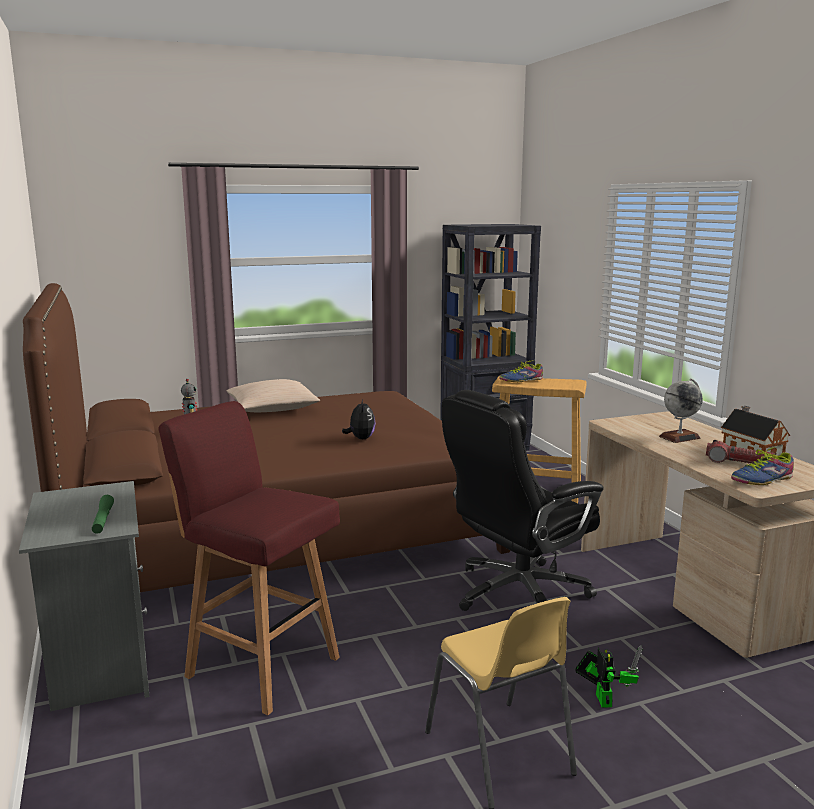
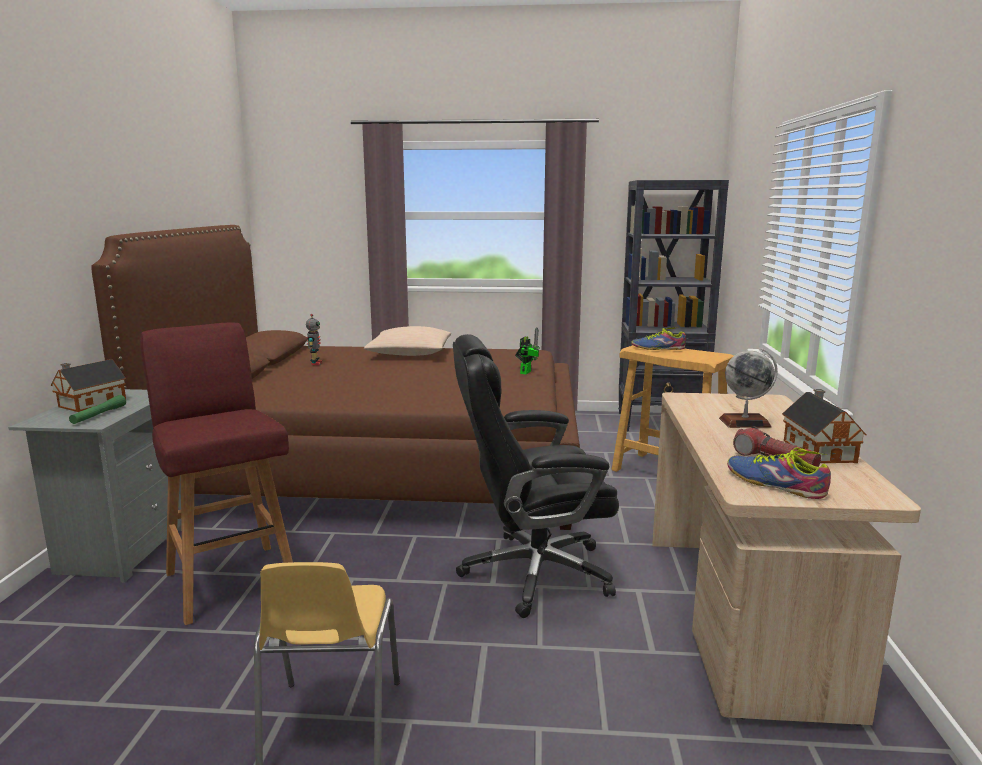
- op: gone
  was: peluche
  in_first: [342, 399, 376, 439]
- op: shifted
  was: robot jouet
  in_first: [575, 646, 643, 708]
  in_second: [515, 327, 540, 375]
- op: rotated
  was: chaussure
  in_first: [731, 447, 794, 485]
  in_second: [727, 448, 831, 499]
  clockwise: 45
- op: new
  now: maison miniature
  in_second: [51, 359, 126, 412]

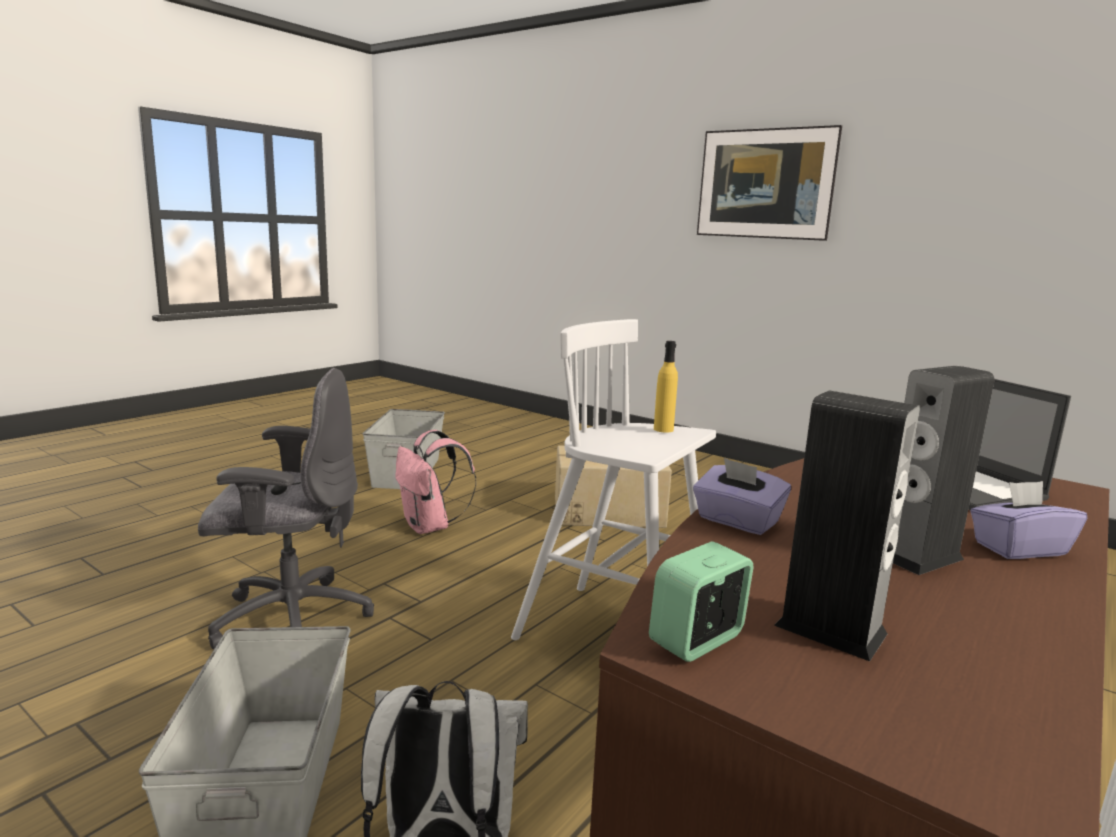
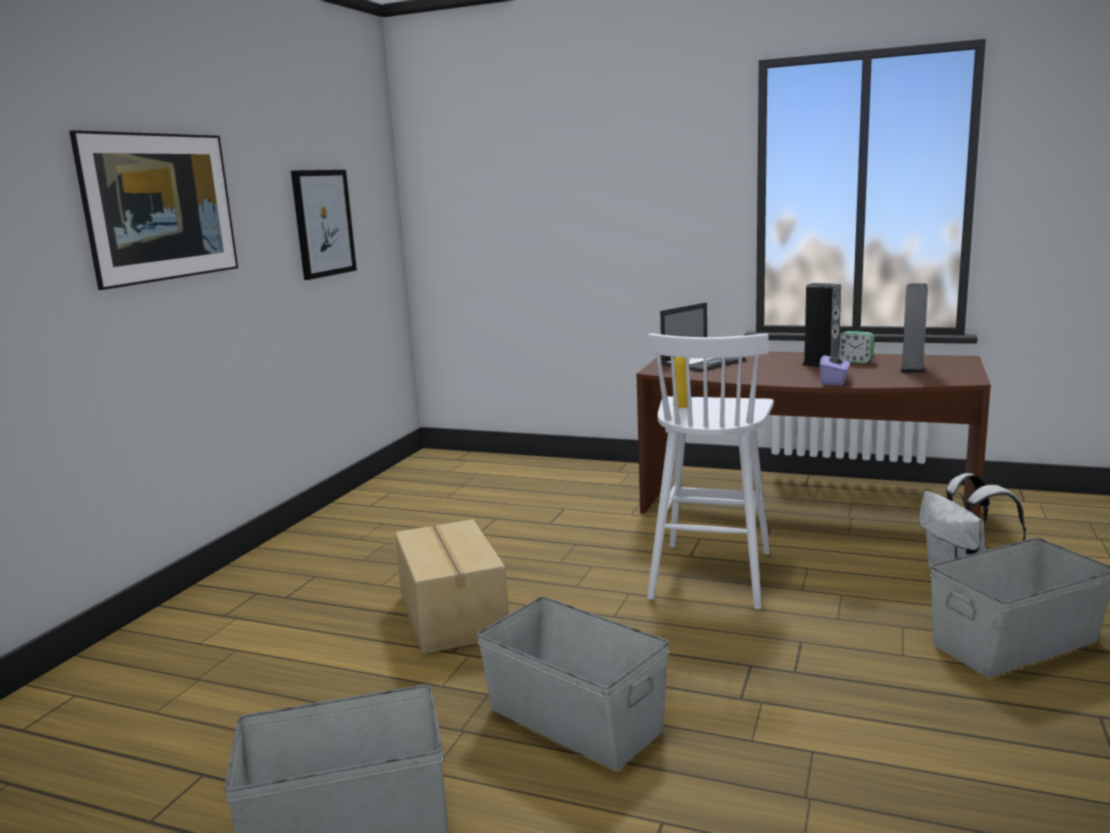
- op: gone
  was: chaise de bureau (gris)
  in_first: [198, 368, 374, 649]
- op: swapped
  was: sac à dos (rose)
  now: boîte de rangement (gris)
  in_first: [395, 430, 476, 534]
  in_second: [477, 597, 669, 770]
- op: shifted
  was: réveil
  in_first: [649, 542, 753, 662]
  in_second: [839, 331, 875, 363]
- op: gone
  was: boîte à mouchoirs (violet)
  in_first: [970, 481, 1087, 559]
- op: new
  now: tableau
  in_second: [291, 170, 357, 280]

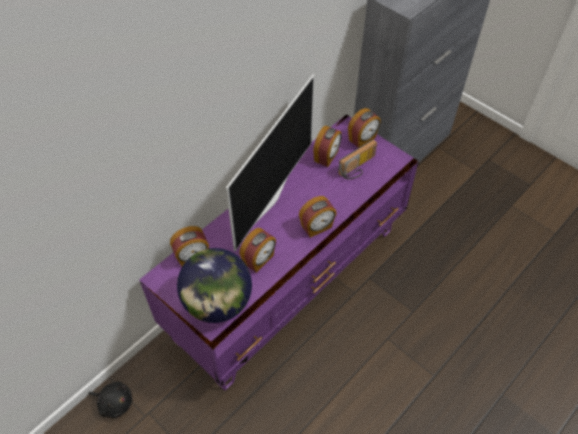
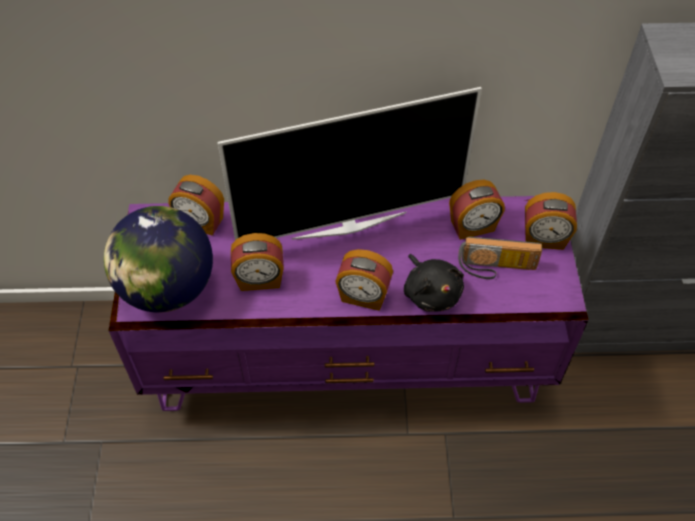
- op: shifted
  was: peluche (noir)
  in_first: [88, 381, 132, 418]
  in_second: [404, 254, 464, 312]

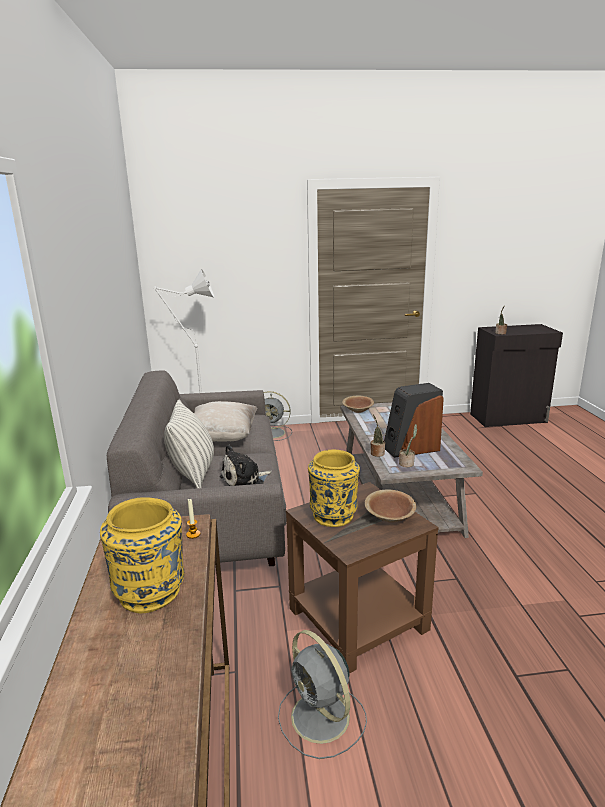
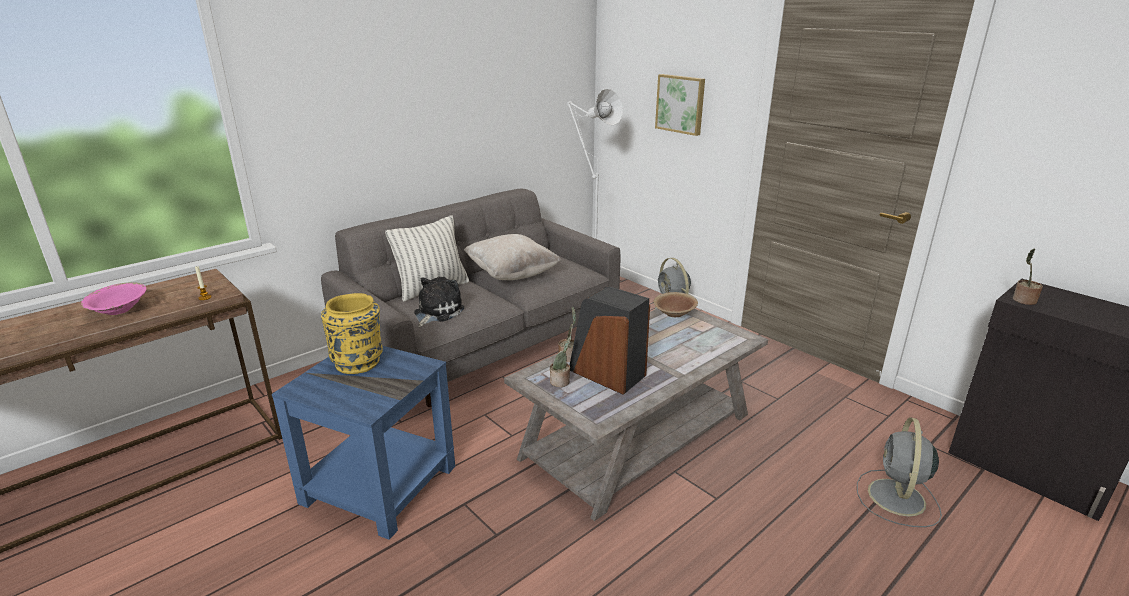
- op: swapped
  was: vase (jaune)
  now: bol (rose)
  in_first: [100, 497, 184, 613]
  in_second: [81, 282, 146, 315]
- op: rotated
  was: peluche
  in_first: [220, 444, 272, 486]
  in_second: [414, 277, 464, 327]
  clockwise: 90
- op: shifted
  was: ventilateur (gris)
  in_first: [278, 630, 367, 759]
  in_second: [857, 417, 942, 527]
- op: repainted
  was: table d'appoint (marron)
  now: table d'appoint (bleu)
  in_first: [286, 482, 439, 673]
  in_second: [272, 346, 455, 540]
- op: gone
  was: bol (marron)
  in_first: [365, 489, 416, 523]
- op: new
  now: tableau
  in_second: [655, 74, 705, 136]

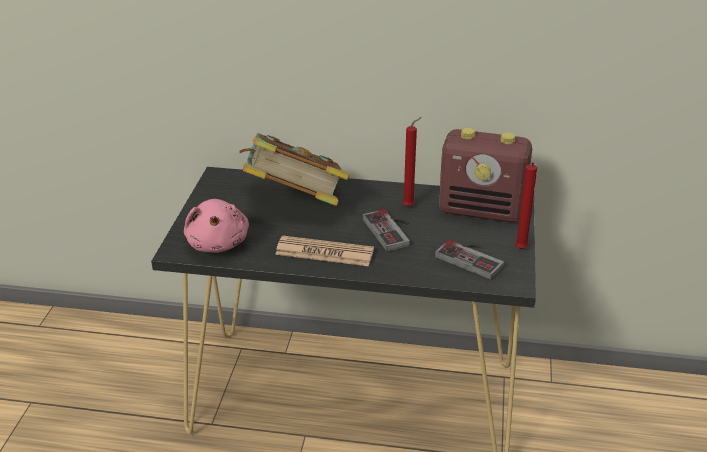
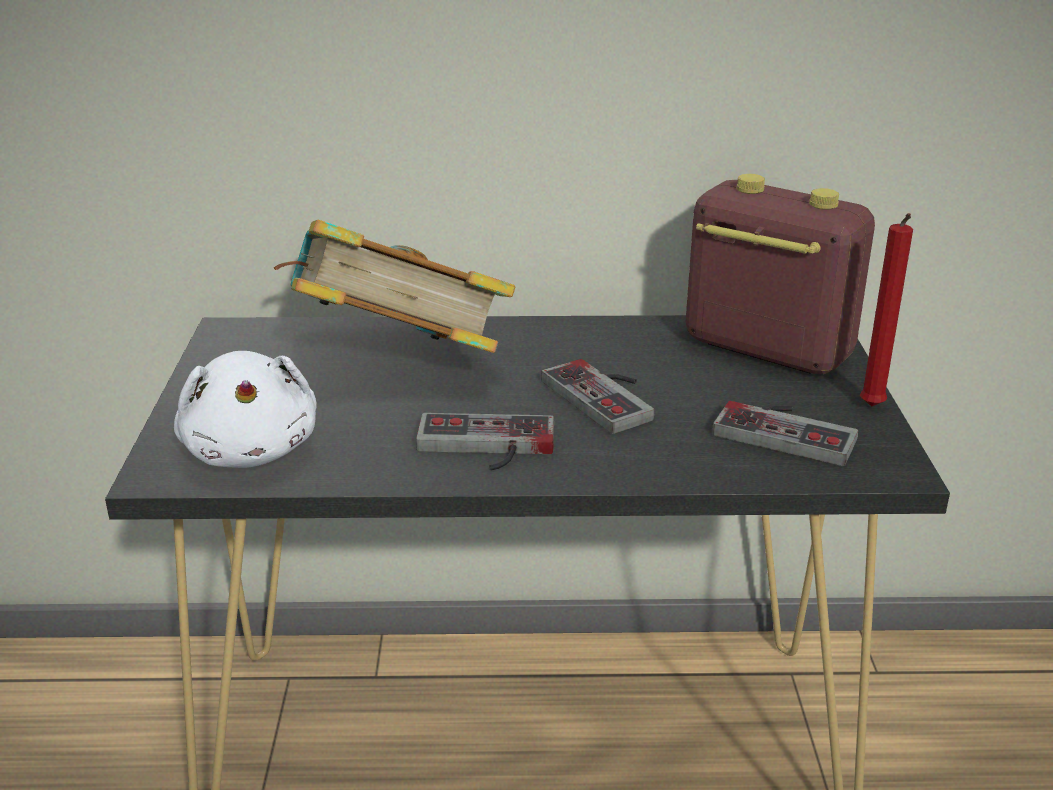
- op: repainted
  was: peluche (rose)
  now: peluche (blanc)
  in_first: [184, 199, 249, 253]
  in_second: [174, 351, 317, 468]
- op: swapped
  was: journal
  now: manette
  in_first: [275, 236, 374, 266]
  in_second: [416, 413, 554, 470]
- op: gone
  was: bougie (rouge)
  in_first: [403, 117, 422, 207]
- op: rotated
  was: radio
  in_first: [439, 128, 532, 223]
  in_second: [686, 174, 875, 375]
  clockwise: -150

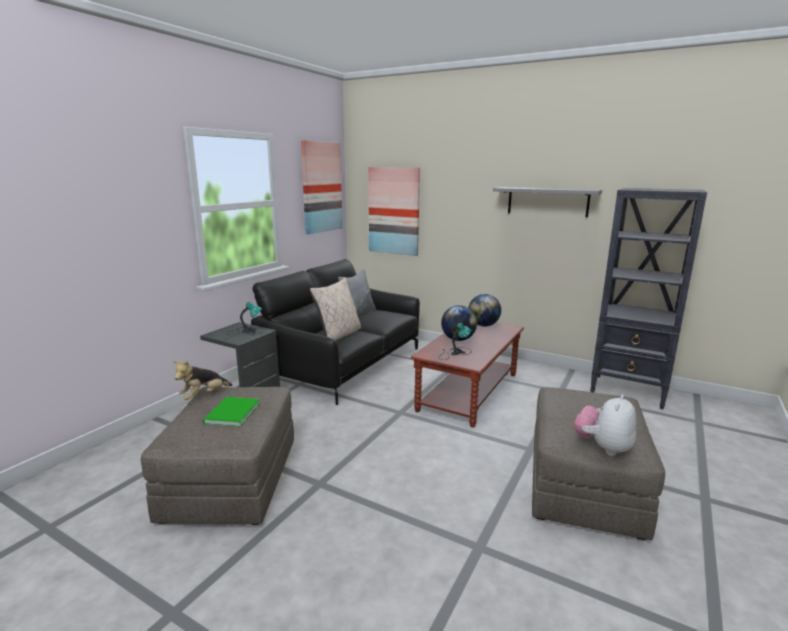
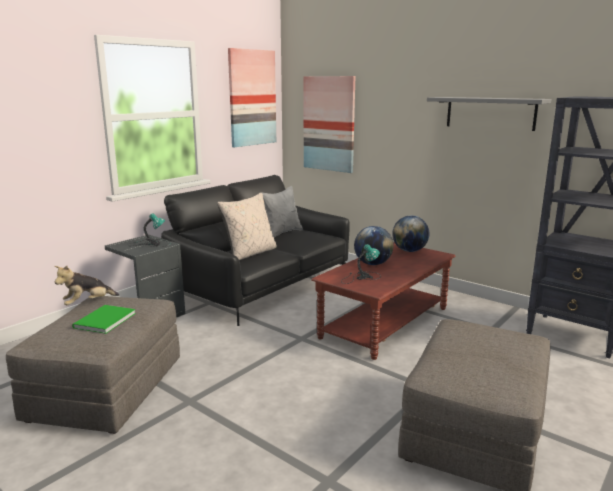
- op: gone
  was: peluche
  in_first: [574, 394, 636, 456]

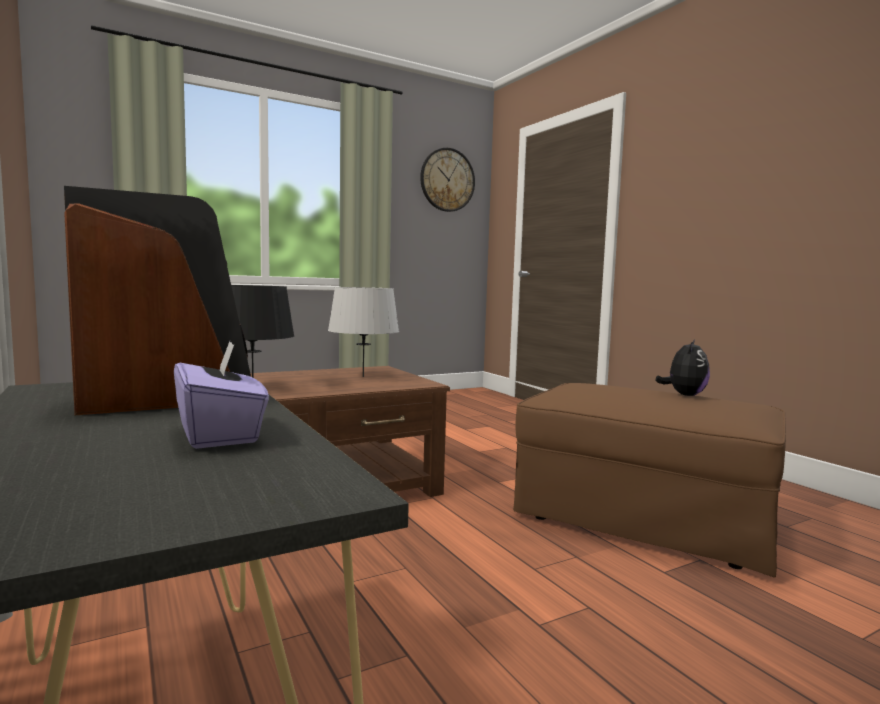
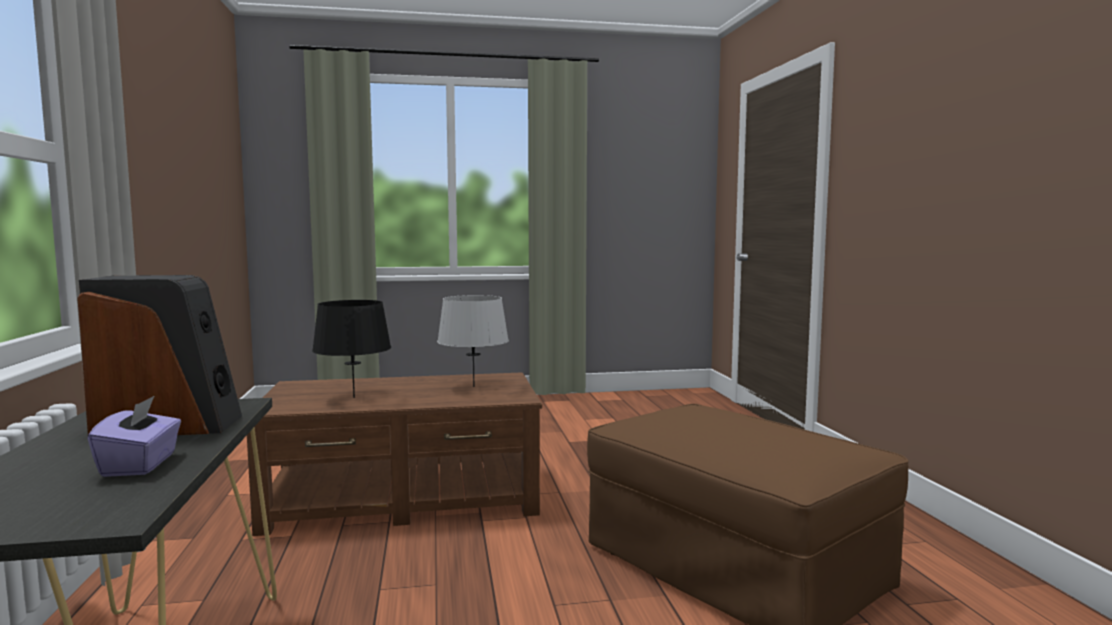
- op: gone
  was: horloge murale
  in_first: [420, 148, 475, 212]
- op: gone
  was: peluche
  in_first: [655, 339, 710, 396]

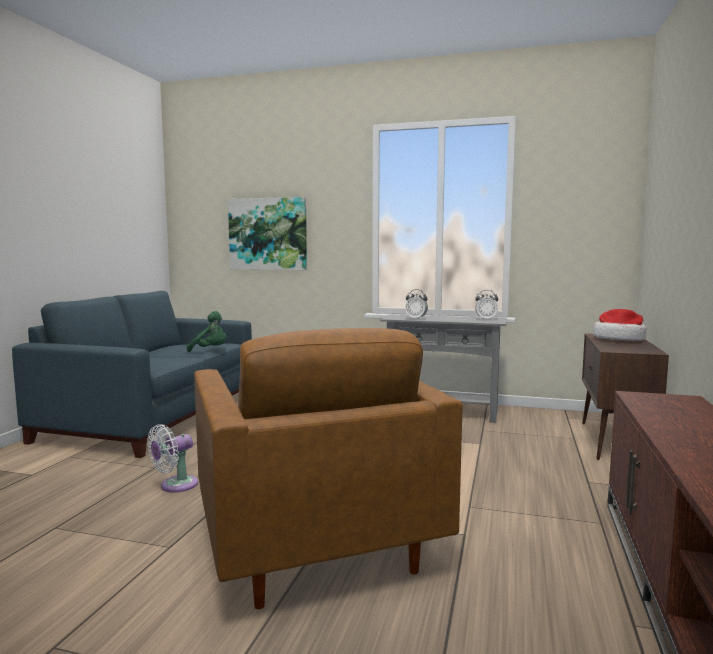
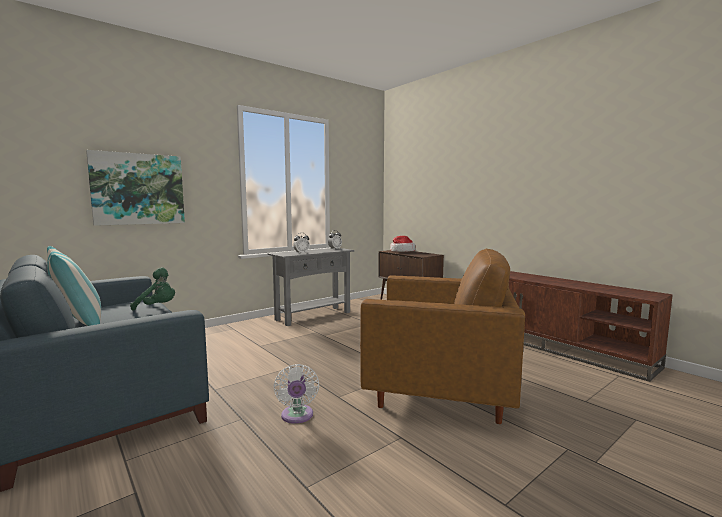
- op: rotated
  was: peluche (vert)
  in_first: [187, 311, 227, 352]
  in_second: [130, 267, 175, 311]
  clockwise: 45
- op: new
  now: coussin
  in_second: [47, 246, 101, 326]

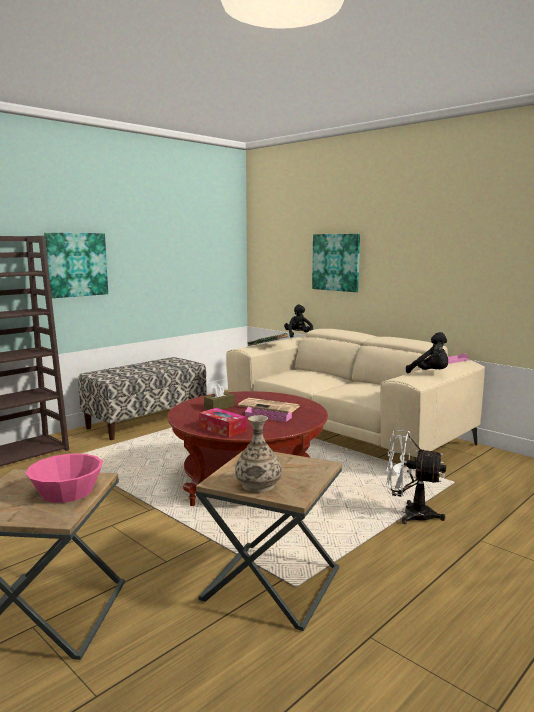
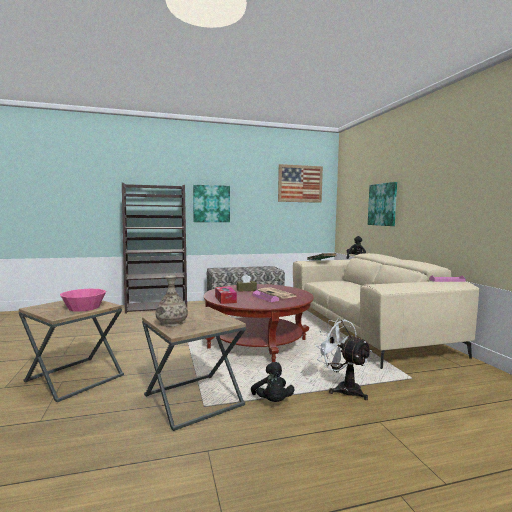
- op: shifted
  was: peluche (noir)
  in_first: [406, 332, 448, 373]
  in_second: [251, 362, 295, 402]
- op: new
  now: tableau
  in_second: [278, 164, 323, 203]

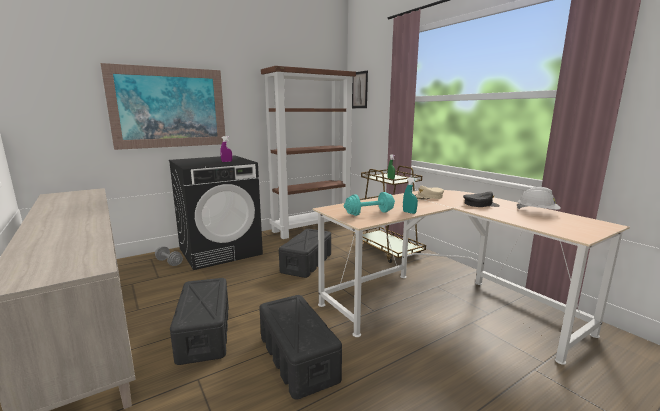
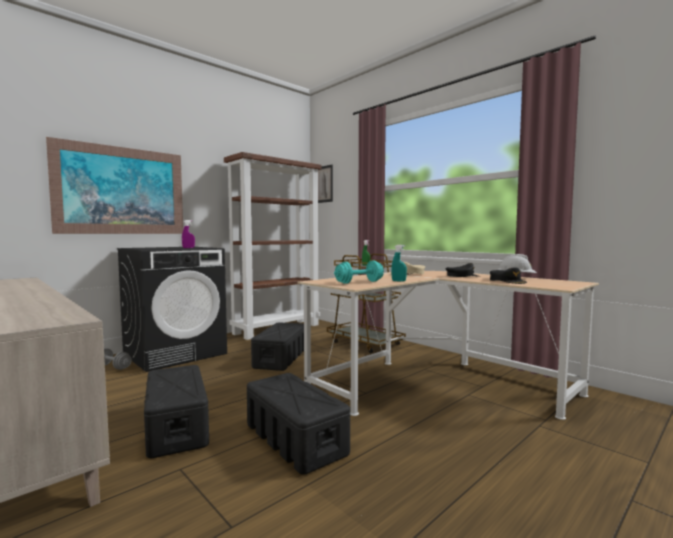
- op: new
  now: casquette (noir)
  in_second: [490, 267, 527, 284]

